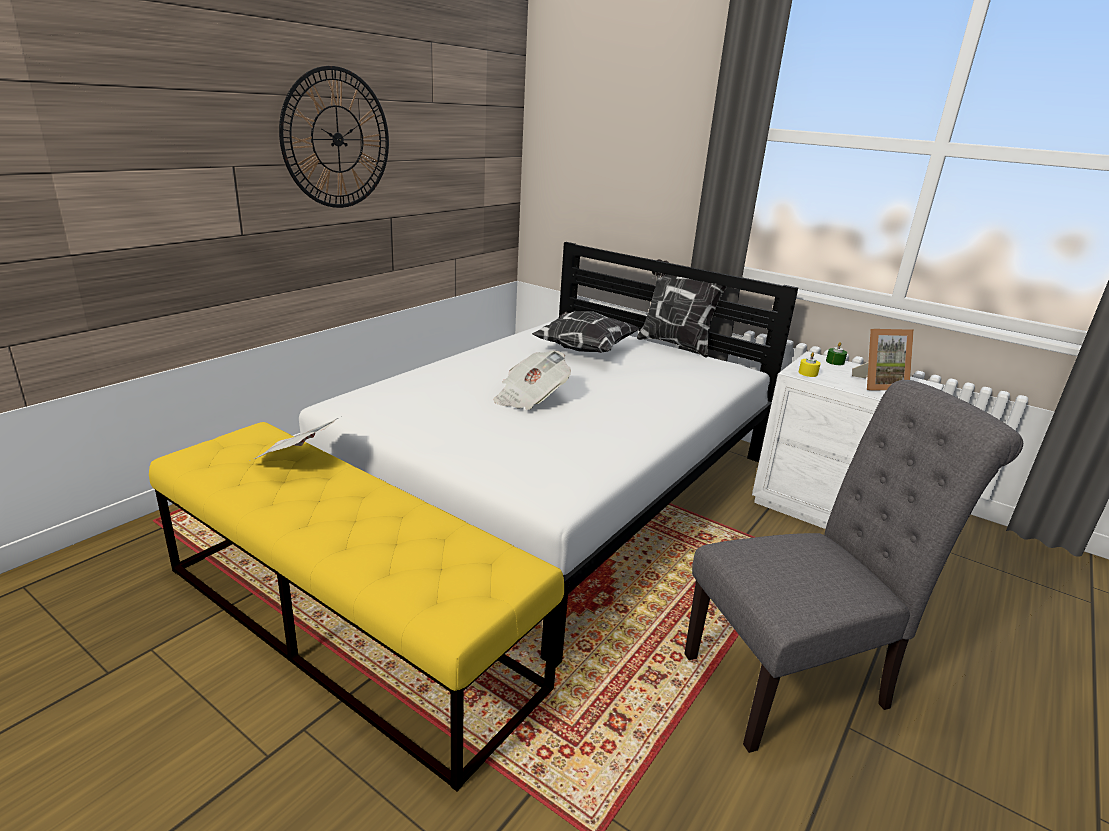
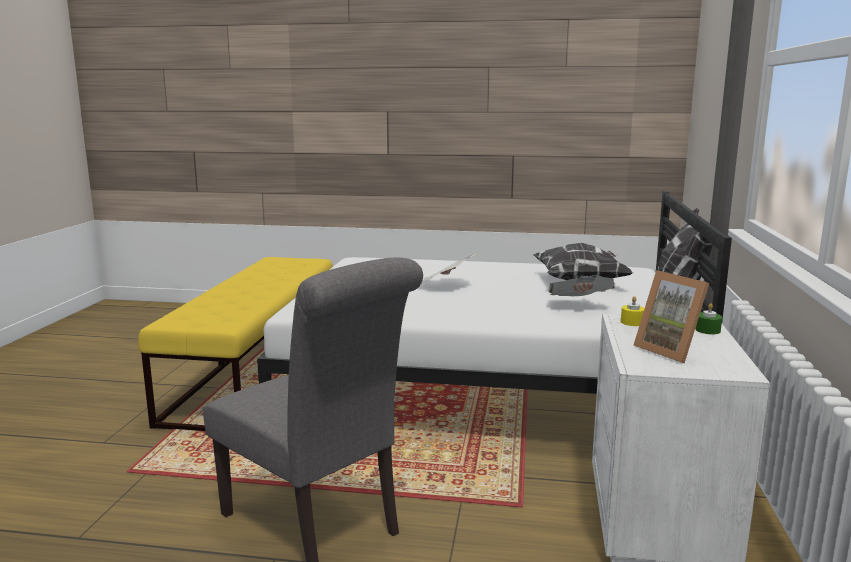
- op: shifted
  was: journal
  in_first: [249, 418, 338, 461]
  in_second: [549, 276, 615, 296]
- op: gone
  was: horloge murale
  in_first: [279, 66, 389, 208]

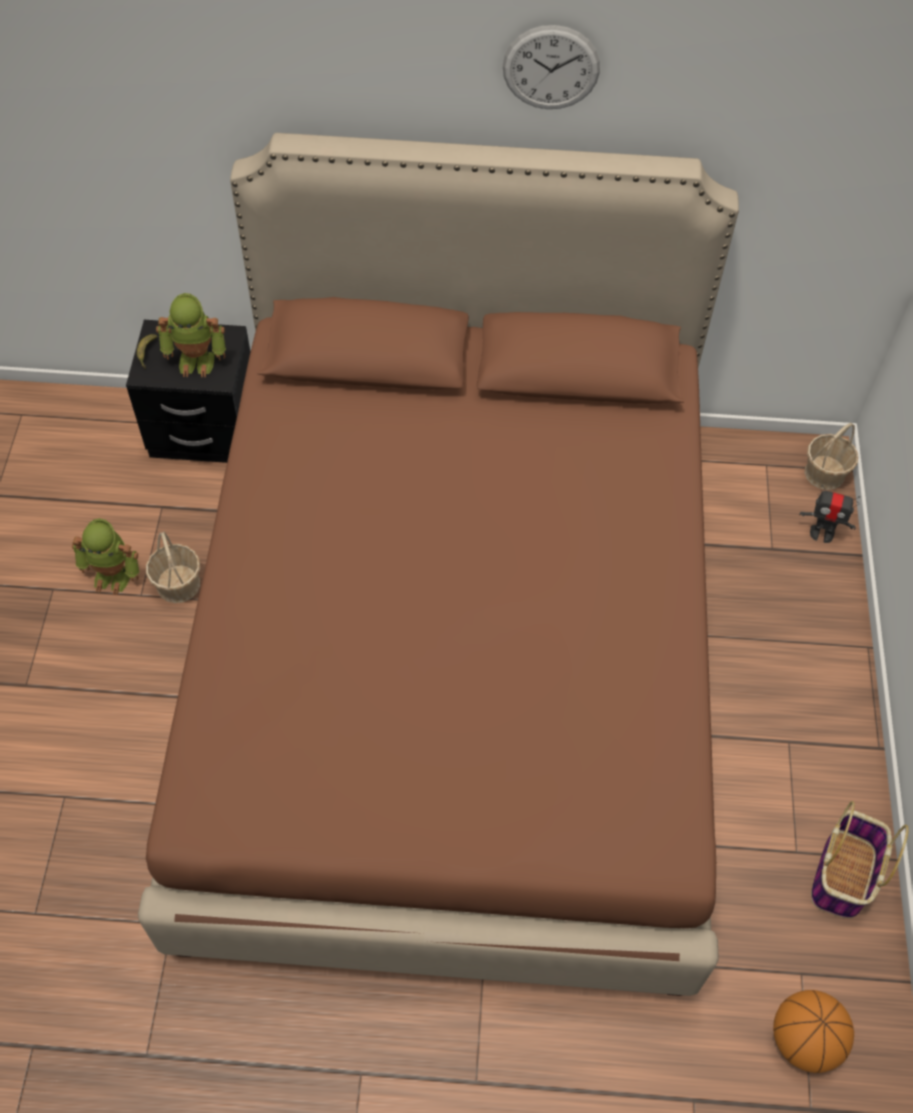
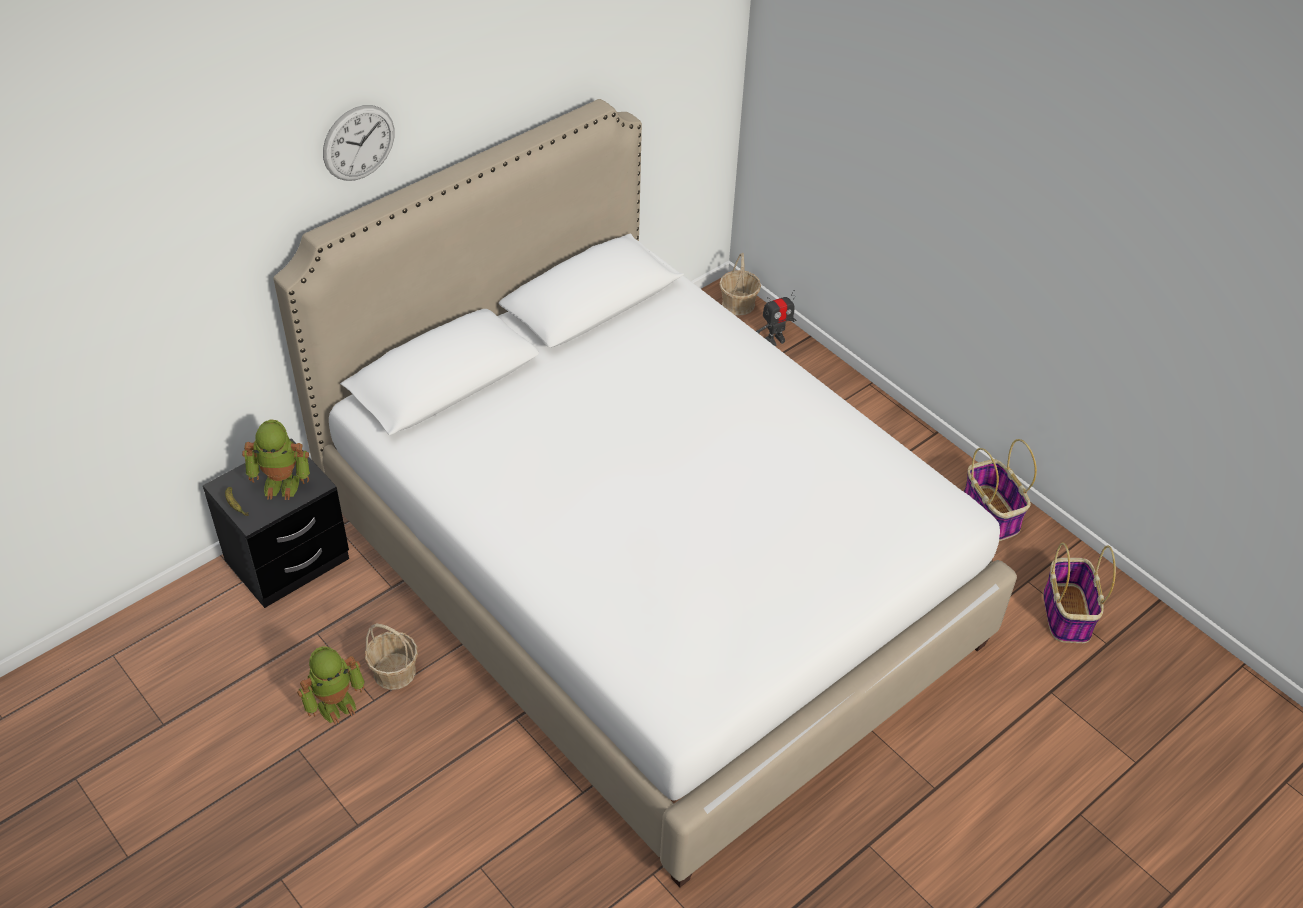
- op: repainted
  was: lit (marron)
  now: lit (blanc)
  in_first: [138, 133, 739, 996]
  in_second: [274, 99, 1017, 887]
- op: rotated
  was: robot jouet
  in_first: [156, 293, 226, 377]
  in_second: [242, 419, 310, 500]
  clockwise: 45
- op: shifted
  was: horloge murale
  in_first: [503, 25, 600, 109]
  in_second: [323, 105, 394, 181]
- op: swapped
  was: ballon de basket
  now: panier
  in_first: [773, 990, 854, 1073]
  in_second: [1043, 542, 1116, 643]

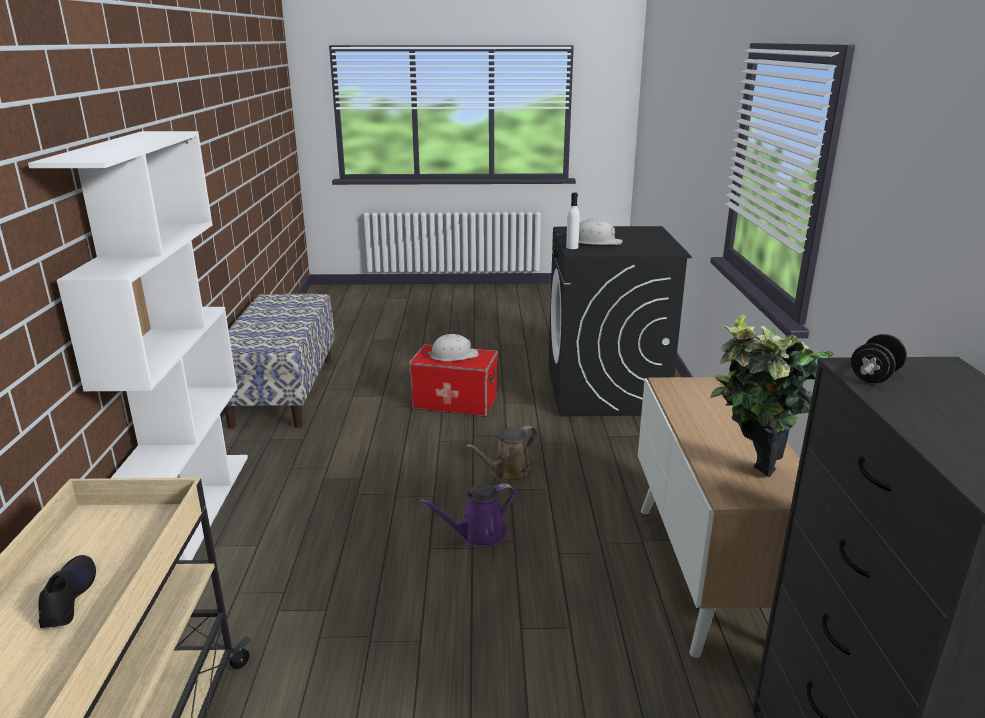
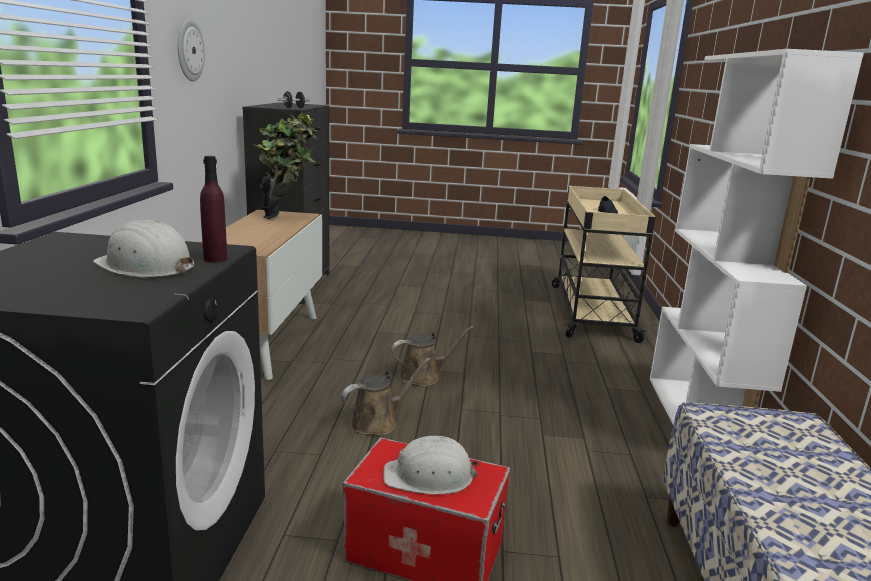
- op: repainted
  was: arrosoir (violet)
  now: arrosoir (marron)
  in_first: [419, 483, 516, 546]
  in_second: [391, 326, 474, 386]
- op: repainted
  was: bouteille (blanc)
  now: bouteille (violet)
  in_first: [566, 193, 580, 249]
  in_second: [200, 156, 228, 263]
- op: new
  now: horloge murale
  in_second: [178, 19, 205, 81]

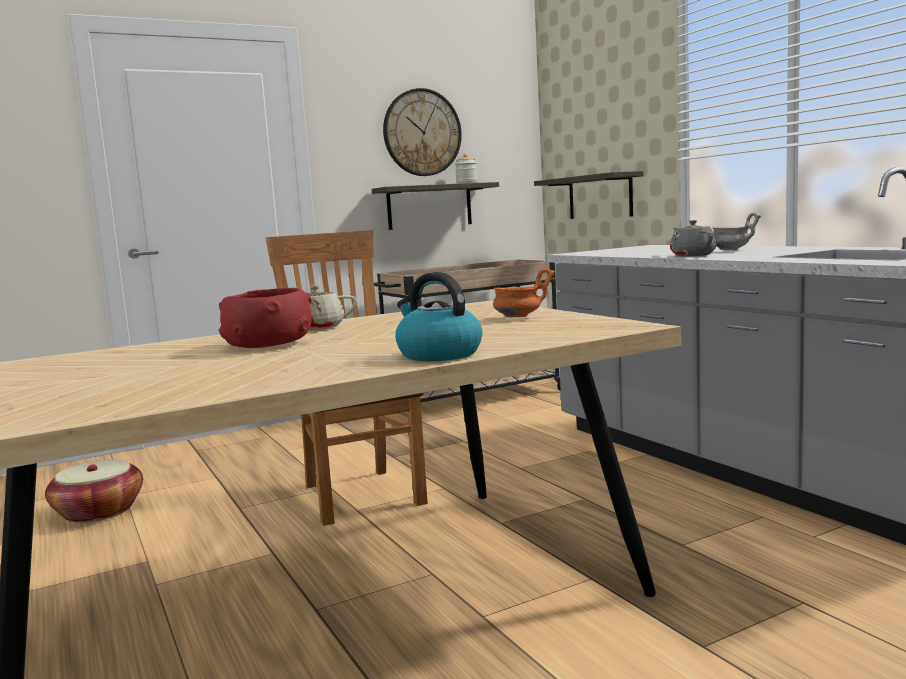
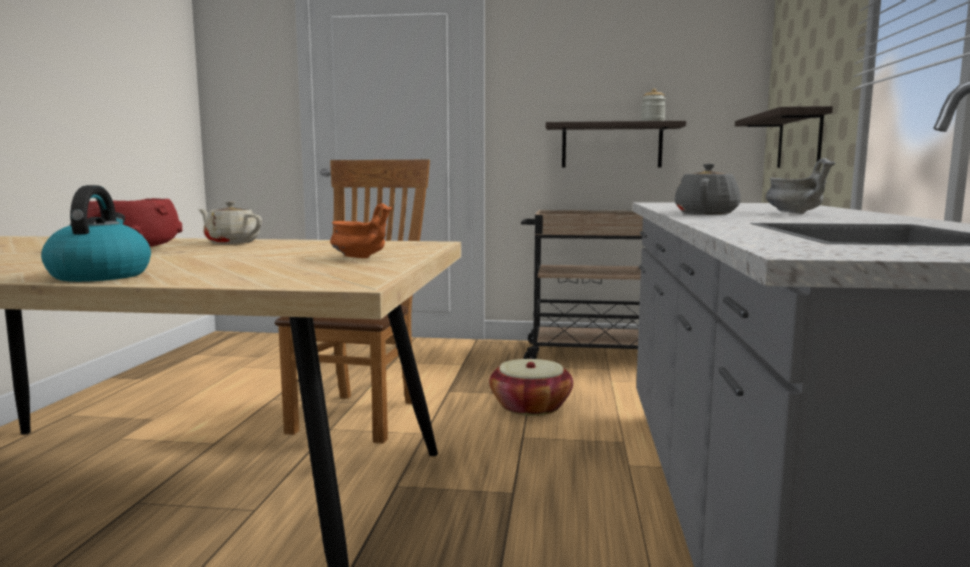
- op: shifted
  was: panier
  in_first: [45, 459, 143, 523]
  in_second: [489, 359, 573, 416]
- op: gone
  was: horloge murale
  in_first: [383, 88, 462, 176]

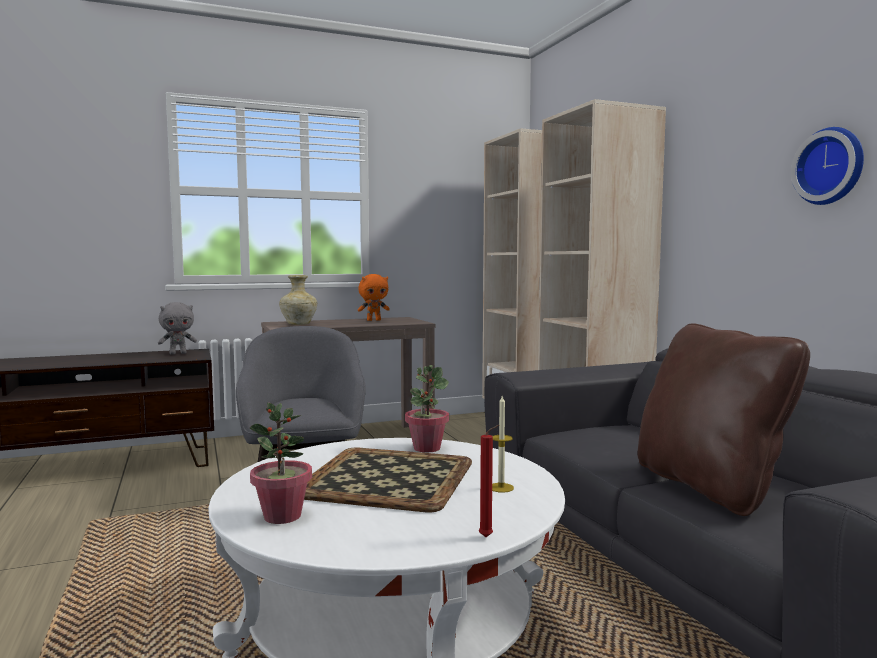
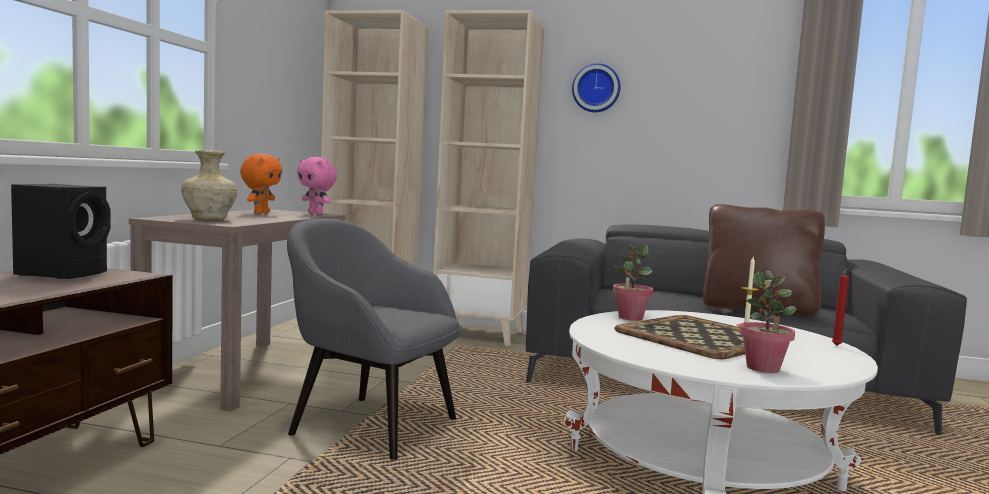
- op: swapped
  was: peluche (gris)
  now: enceinte (noir)
  in_first: [158, 302, 197, 355]
  in_second: [11, 184, 111, 279]
- op: shifted
  was: horloge murale
  in_first: [791, 127, 864, 205]
  in_second: [572, 63, 621, 112]
- op: new
  now: peluche (rose)
  in_second: [297, 157, 337, 214]

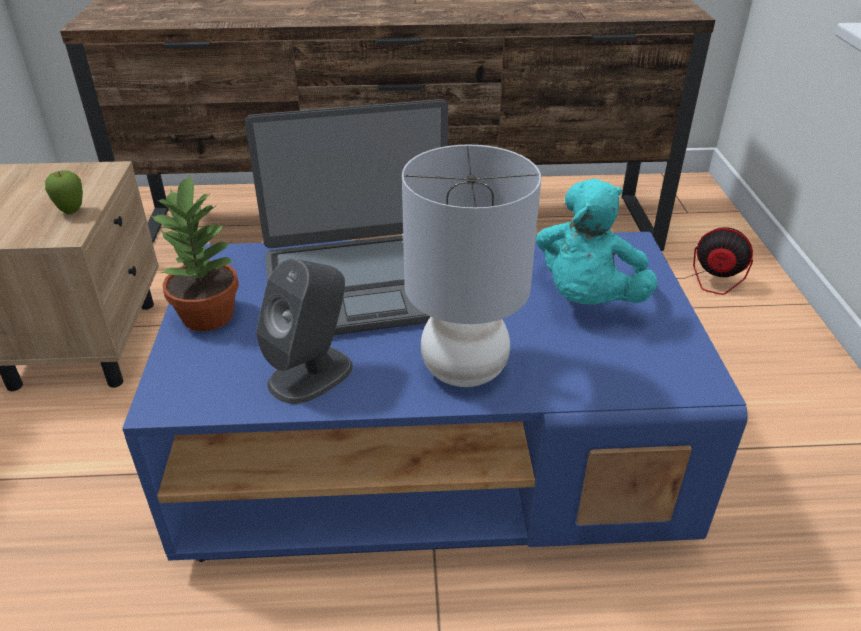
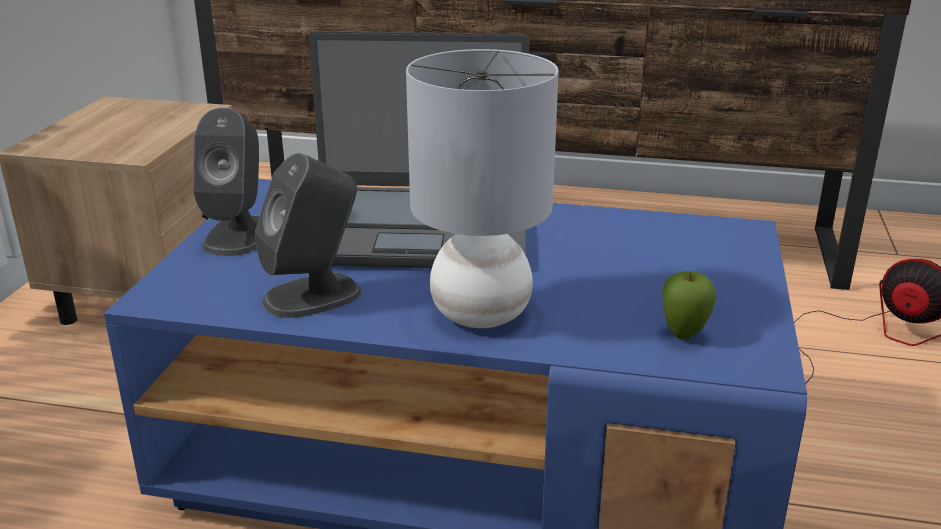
- op: shifted
  was: pomme
  in_first: [45, 170, 83, 215]
  in_second: [662, 271, 716, 339]
- op: swapped
  was: plante en pot
  now: enceinte (gris)
  in_first: [149, 173, 239, 331]
  in_second: [193, 108, 259, 256]
- op: gone
  was: peluche (turquoise)
  in_first: [536, 179, 657, 305]

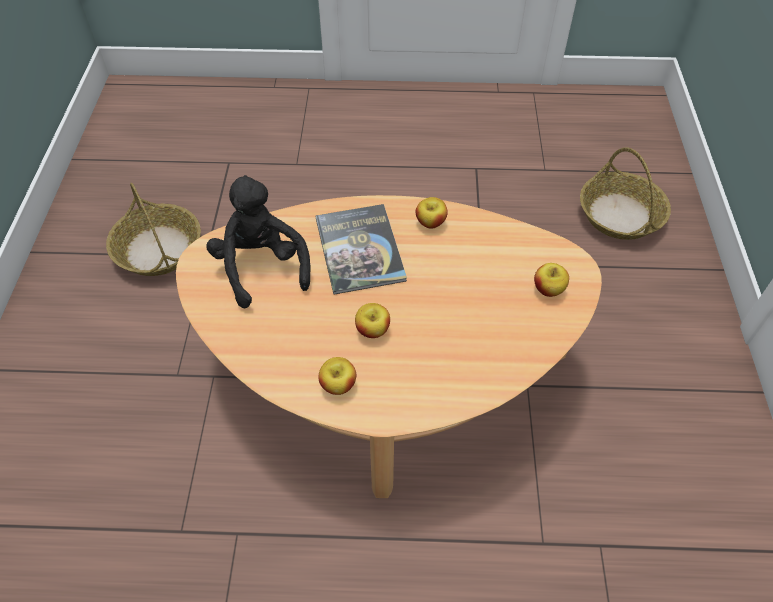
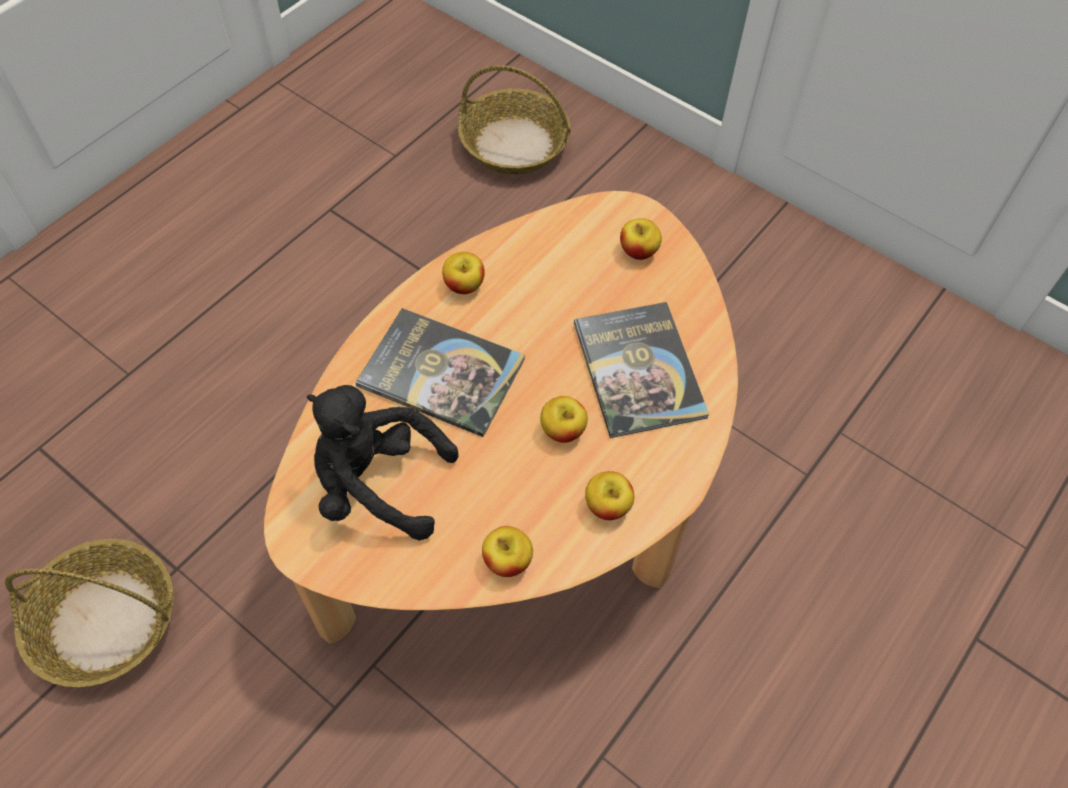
- op: new
  now: pomme
  in_second: [482, 526, 533, 577]
- op: new
  now: livre
  in_second: [574, 302, 709, 438]

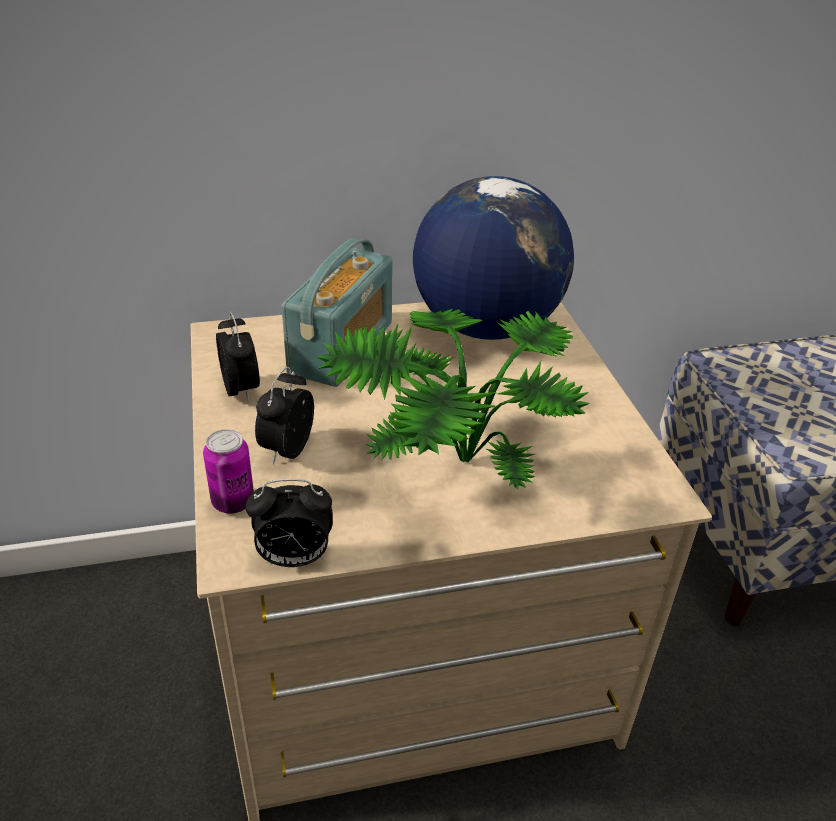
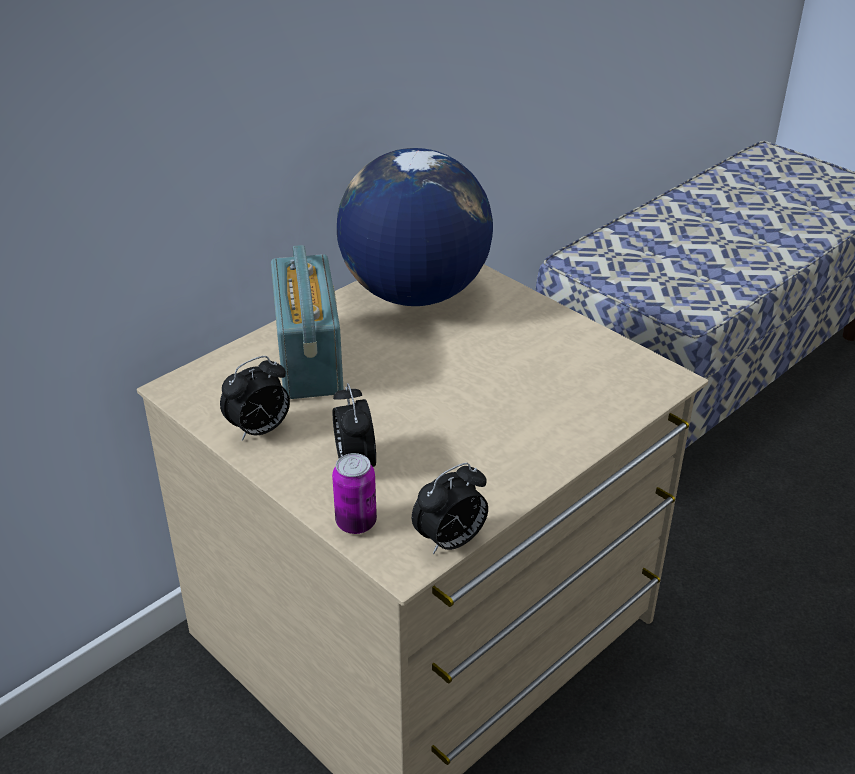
- op: rotated
  was: réveil
  in_first: [216, 312, 260, 402]
  in_second: [220, 356, 290, 441]
  clockwise: 105
- op: gone
  was: plante en pot
  in_first: [315, 309, 590, 490]

